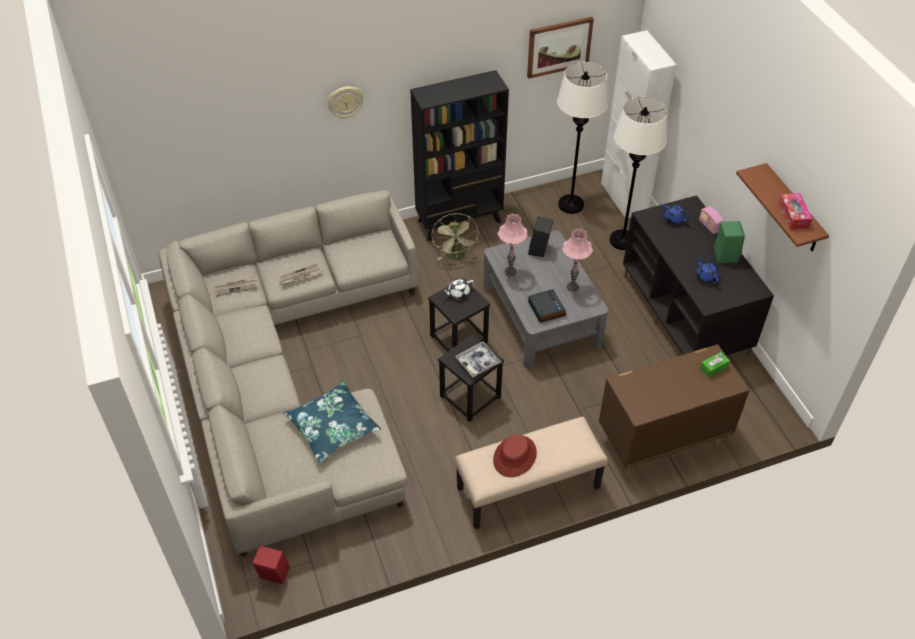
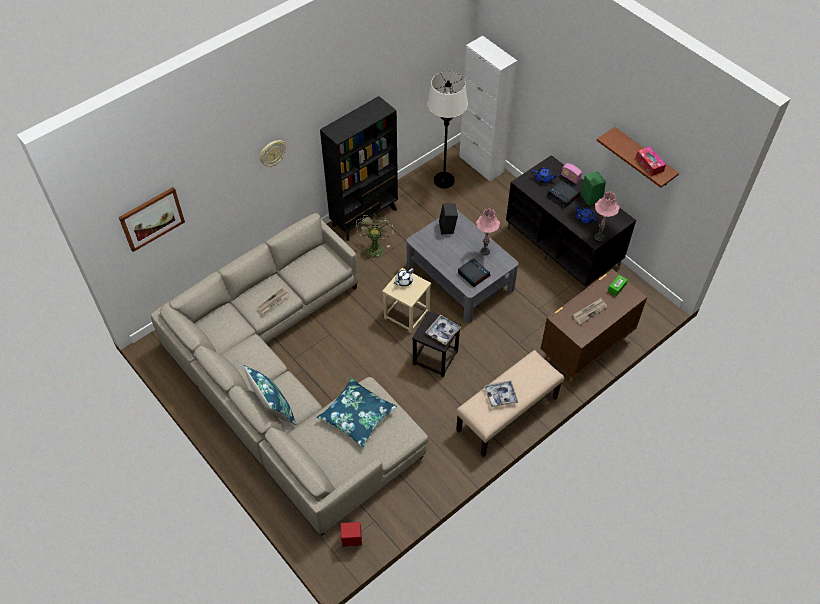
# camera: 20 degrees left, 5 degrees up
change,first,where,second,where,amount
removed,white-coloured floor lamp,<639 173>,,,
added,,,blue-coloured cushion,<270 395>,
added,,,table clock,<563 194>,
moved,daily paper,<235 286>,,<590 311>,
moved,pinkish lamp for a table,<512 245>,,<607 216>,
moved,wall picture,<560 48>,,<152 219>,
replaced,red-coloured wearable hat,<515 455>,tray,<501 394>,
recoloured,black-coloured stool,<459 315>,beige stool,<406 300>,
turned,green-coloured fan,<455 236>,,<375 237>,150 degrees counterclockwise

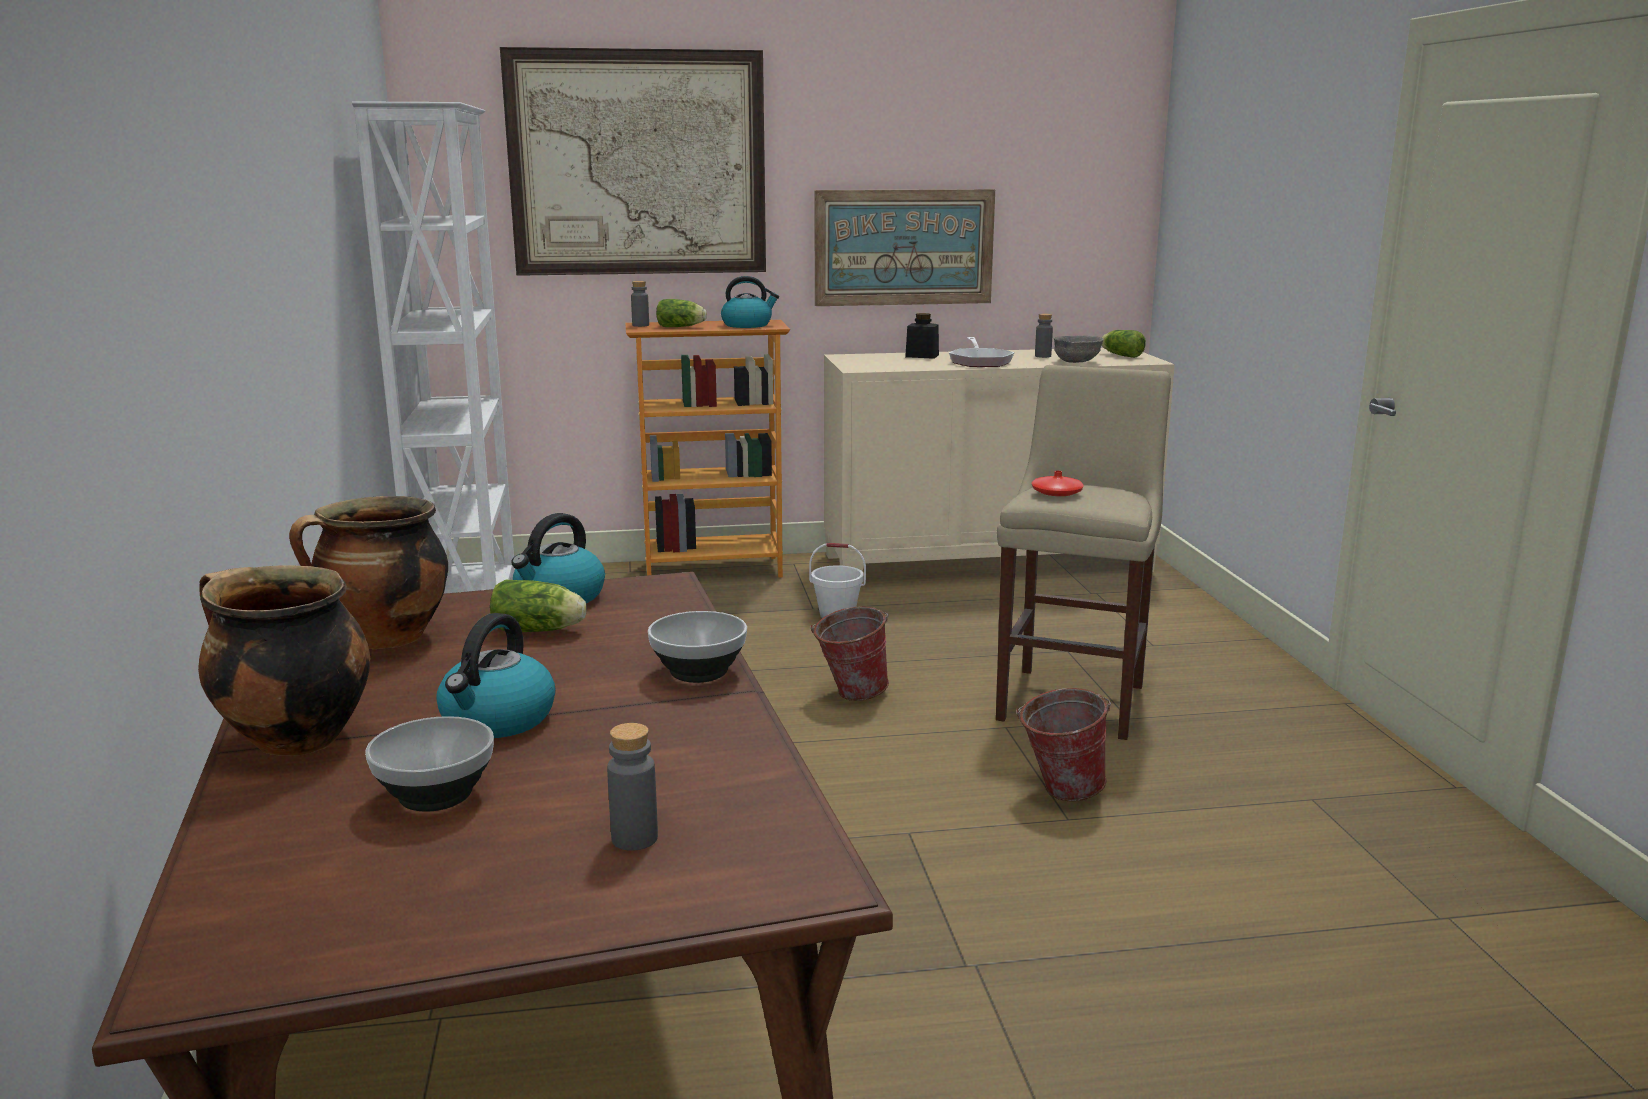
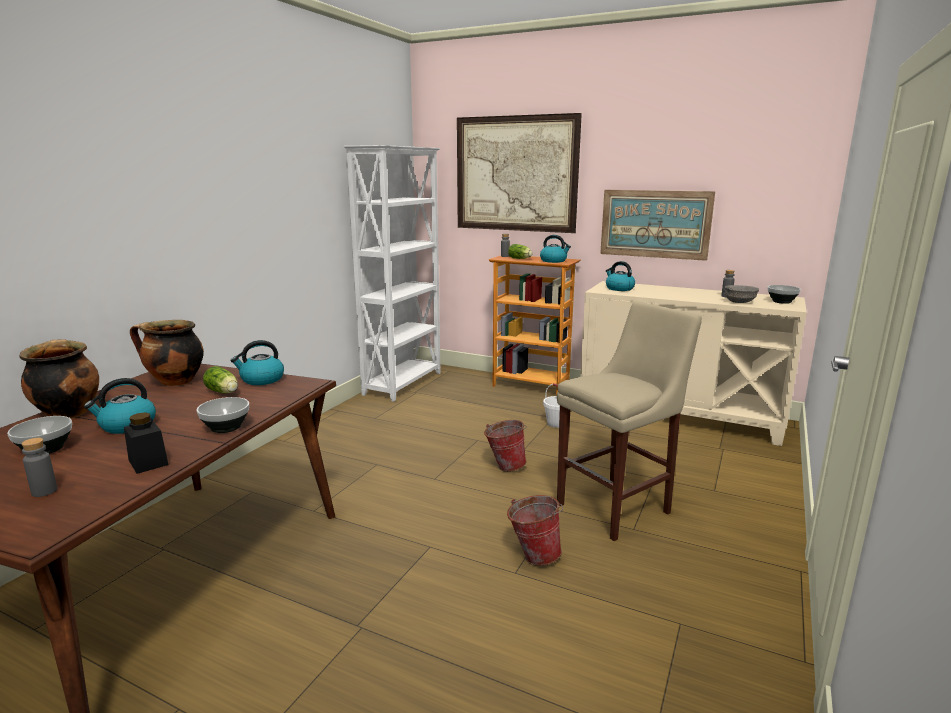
# camera: 35 degrees right, 0 degrees up
change,first,where,second,where,amount
removed,skillet,<981 352>,,,
removed,red-coloured vase,<1058 483>,,,
added,,,tea kettle,<620 276>,
moved,black-coloured preserve jar,<922 336>,,<146 443>,
replaced,lettuce head,<1123 344>,bowl,<784 294>,

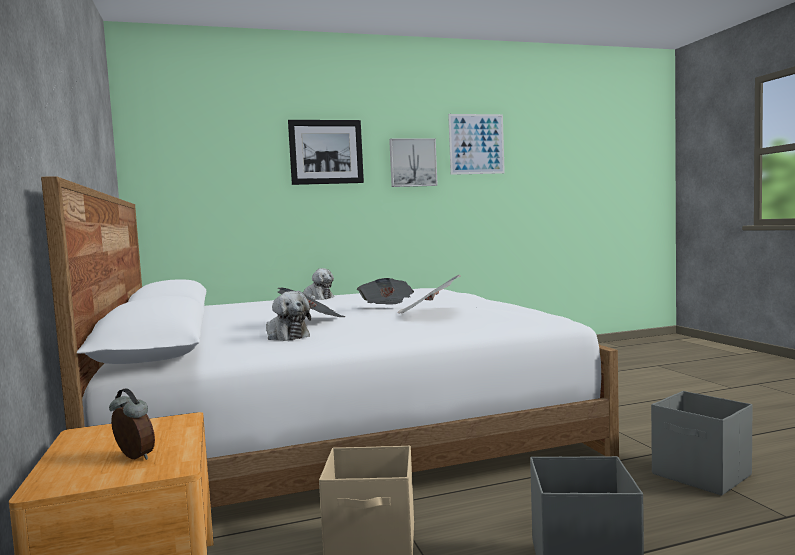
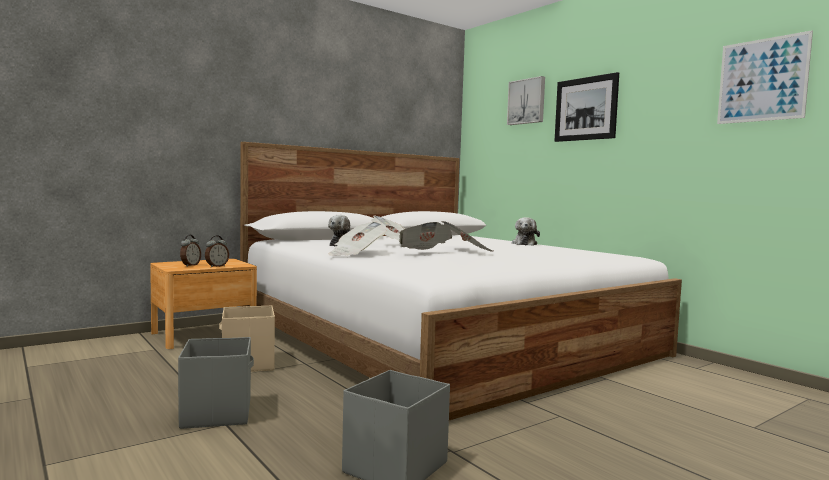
# camera: 70 degrees right, 0 degrees up
change,first,where,second,where,amount
added,,,table clock,<217 251>,
added,,,daily paper,<357 239>,
moved,wall picture,<413 162>,,<526 100>,

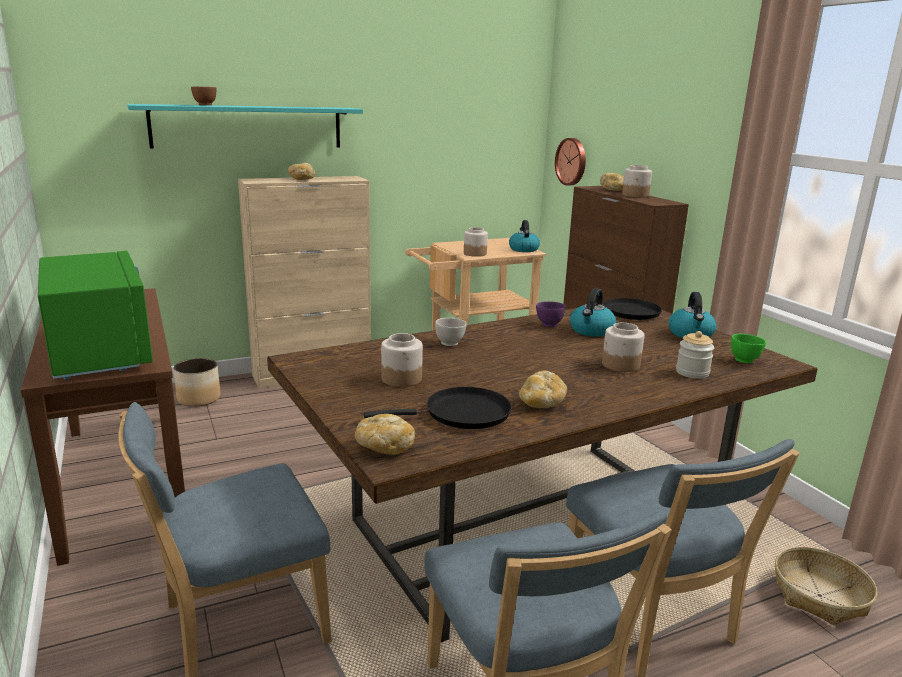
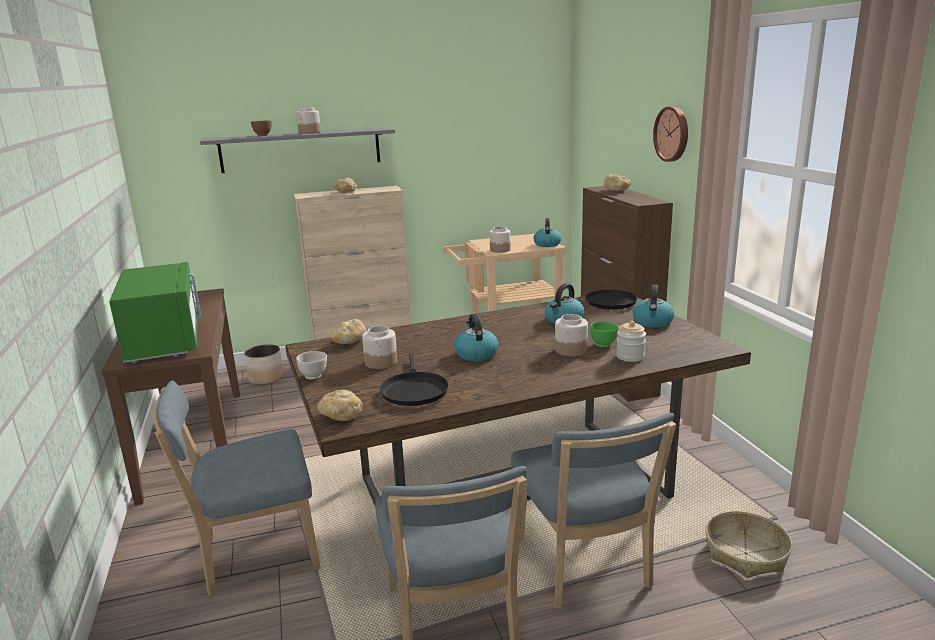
# camera: 10 degrees right, 0 degrees up
change,first,where,second,where,amount
removed,purple bowl,<550 314>,,,
added,,,tea kettle,<476 337>,
moved,white-coloured bowl,<451 332>,,<311 365>,
moved,baked bread,<543 389>,,<348 331>,
moved,wall clock,<570 162>,,<670 134>,
moved,preserve jar,<637 181>,,<308 120>,
moved,green-coloured bowl,<748 348>,,<604 334>,
recoloured,turquoise-coloured wall shelf,<245 126>,grey wall shelf,<297 150>,
turned,black-coloured skillet,<438 408>,,<414 380>,90 degrees clockwise

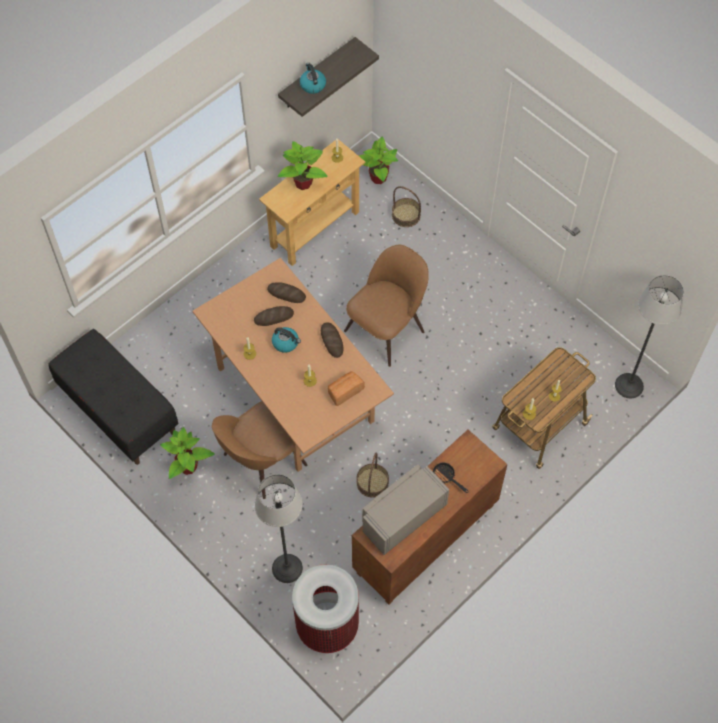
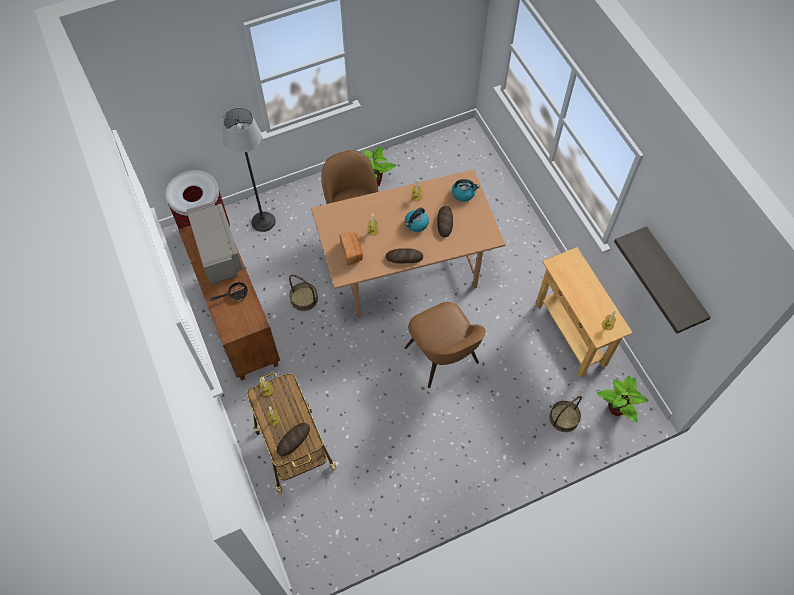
# camera: 110 degrees right, 0 degrees up
change,first,where,second,where,amount
removed,black-coloured indoor bench,<113 397>,,,
removed,potted plant,<303 165>,,,
removed,floor lamp,<649 336>,,,
moved,baked bread,<286 292>,,<293 440>,
moved,tea kettle,<313 78>,,<466 190>,

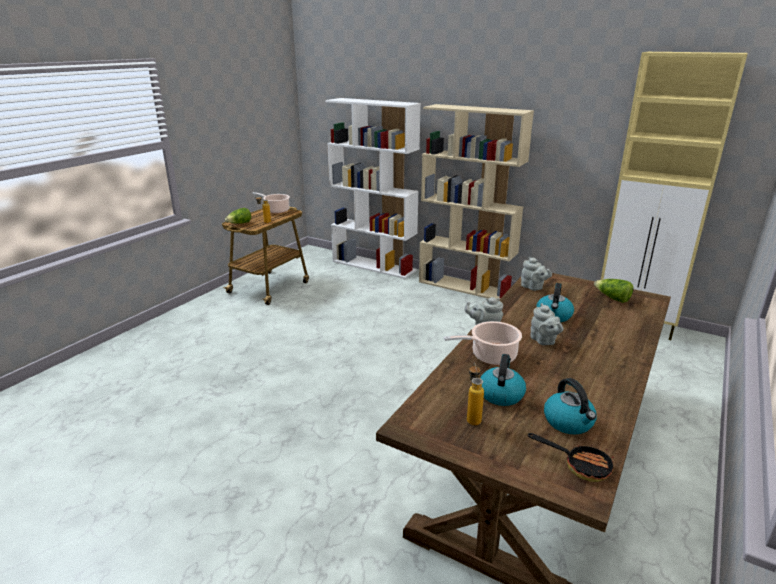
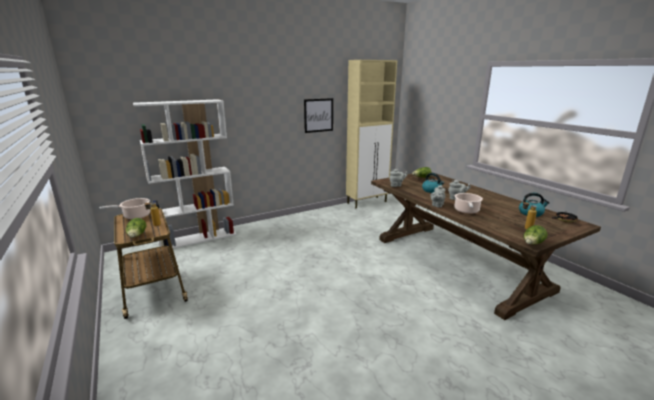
# camera: 60 degrees left, 5 degrees down
change,first,where,second,where,amount
removed,beige bookshelf,<476 202>,,,
removed,tea kettle,<503 380>,,,
added,,,wall picture,<318 115>,
added,,,lettuce head,<535 235>,

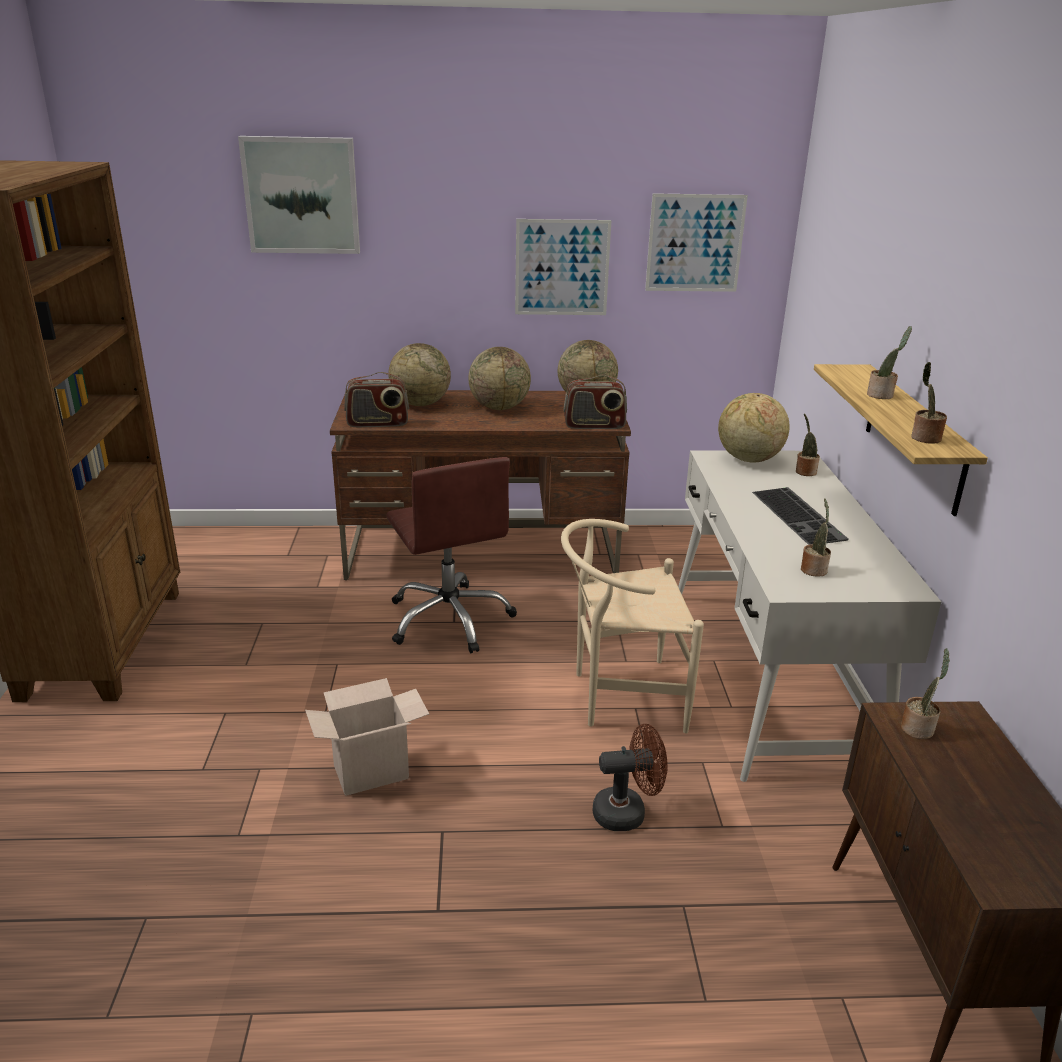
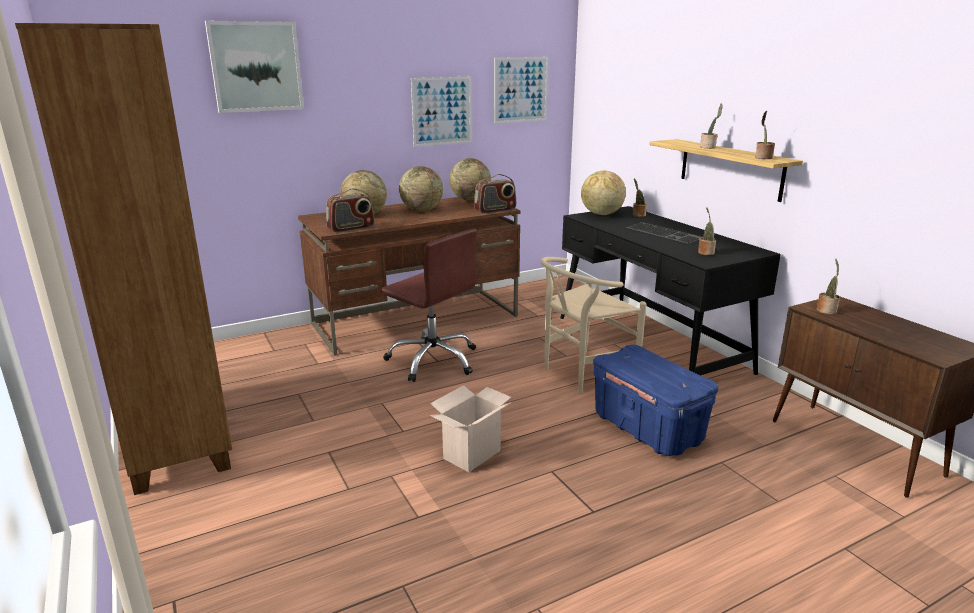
# camera: 25 degrees left, 5 degrees down
change,first,where,second,where,amount
replaced,brown fan,<630 777>,blue-coloured storage container,<656 400>,
recoloured,white-coloured desk unit,<809 616>,black-coloured desk unit,<670 291>,

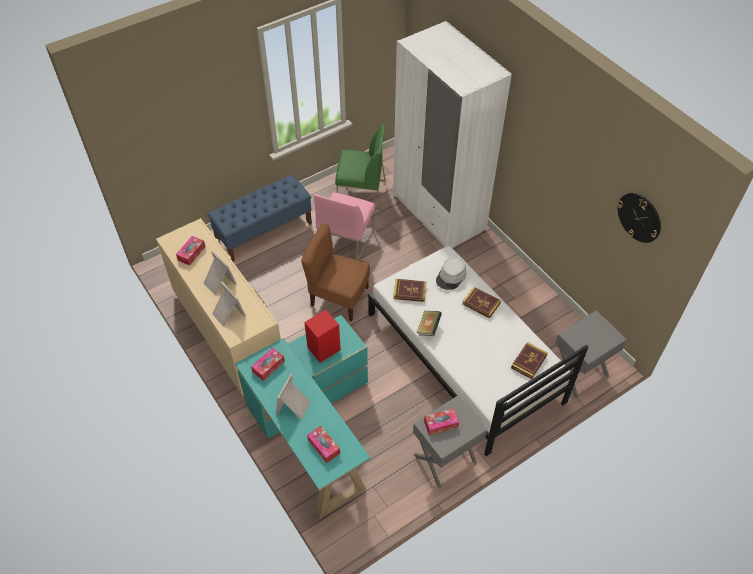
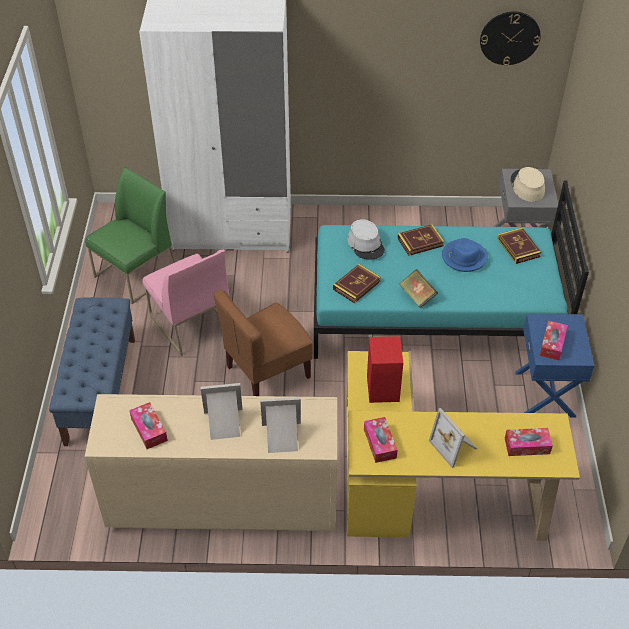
# camera: 55 degrees left, 5 degrees down
change,first,where,second,where,amount
added,,,blue-coloured wearable hat,<465 255>,
added,,,beige wearable hat,<527 184>,
recoloured,turquoise-coloured desk unit,<303 416>,yellowish desk unit,<463 446>,
recoloured,white-coloured sleeping bed,<478 351>,turquoise-coloured sleeping bed,<451 269>,
recoloured,grey night table,<450 442>,blue-coloured night table,<554 366>,

